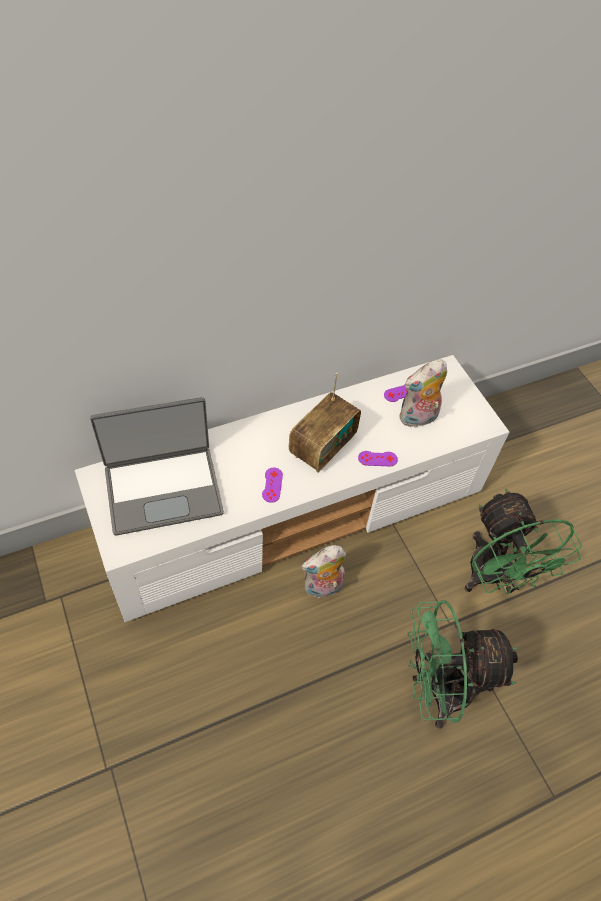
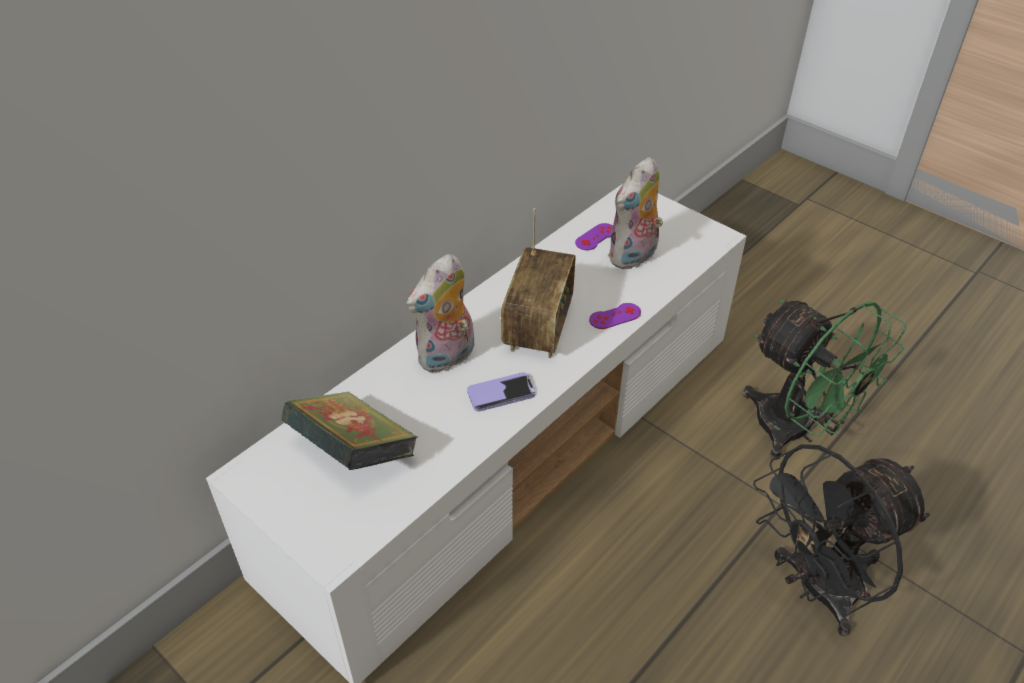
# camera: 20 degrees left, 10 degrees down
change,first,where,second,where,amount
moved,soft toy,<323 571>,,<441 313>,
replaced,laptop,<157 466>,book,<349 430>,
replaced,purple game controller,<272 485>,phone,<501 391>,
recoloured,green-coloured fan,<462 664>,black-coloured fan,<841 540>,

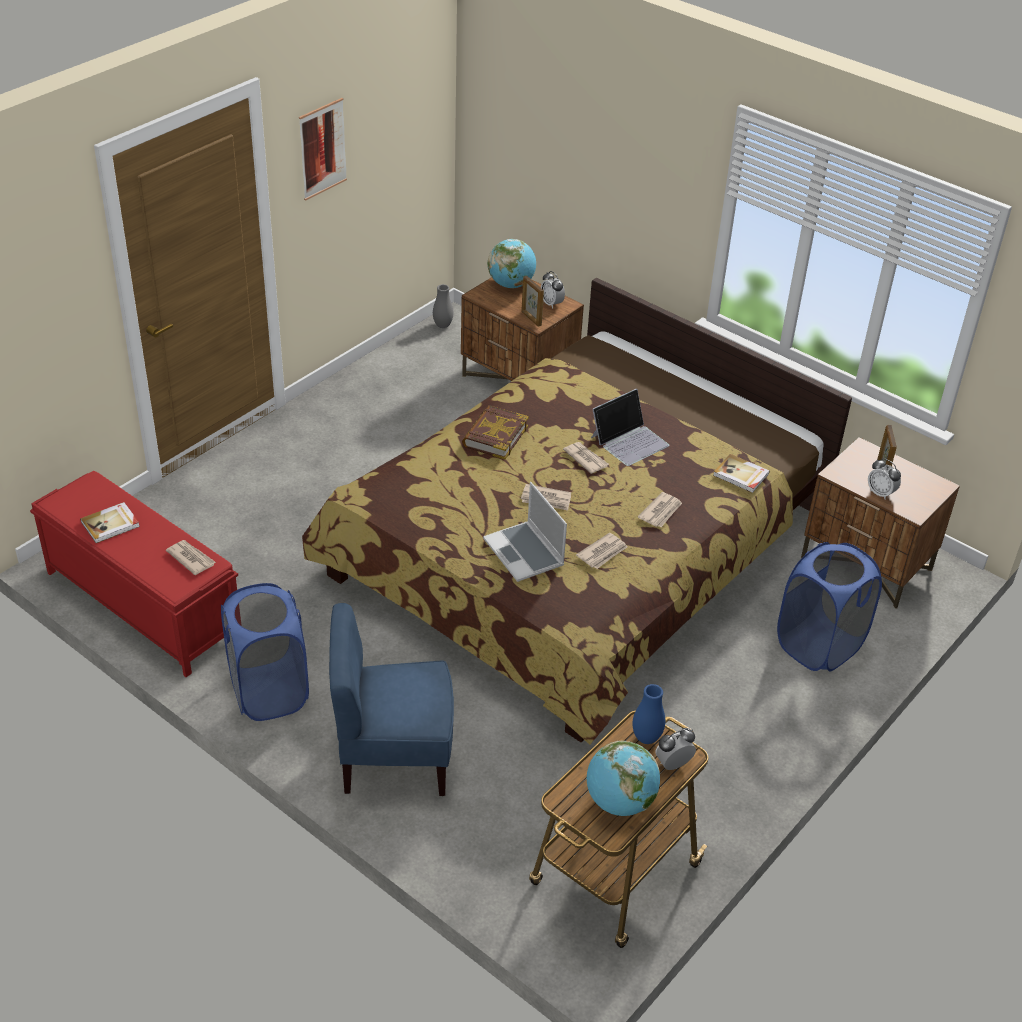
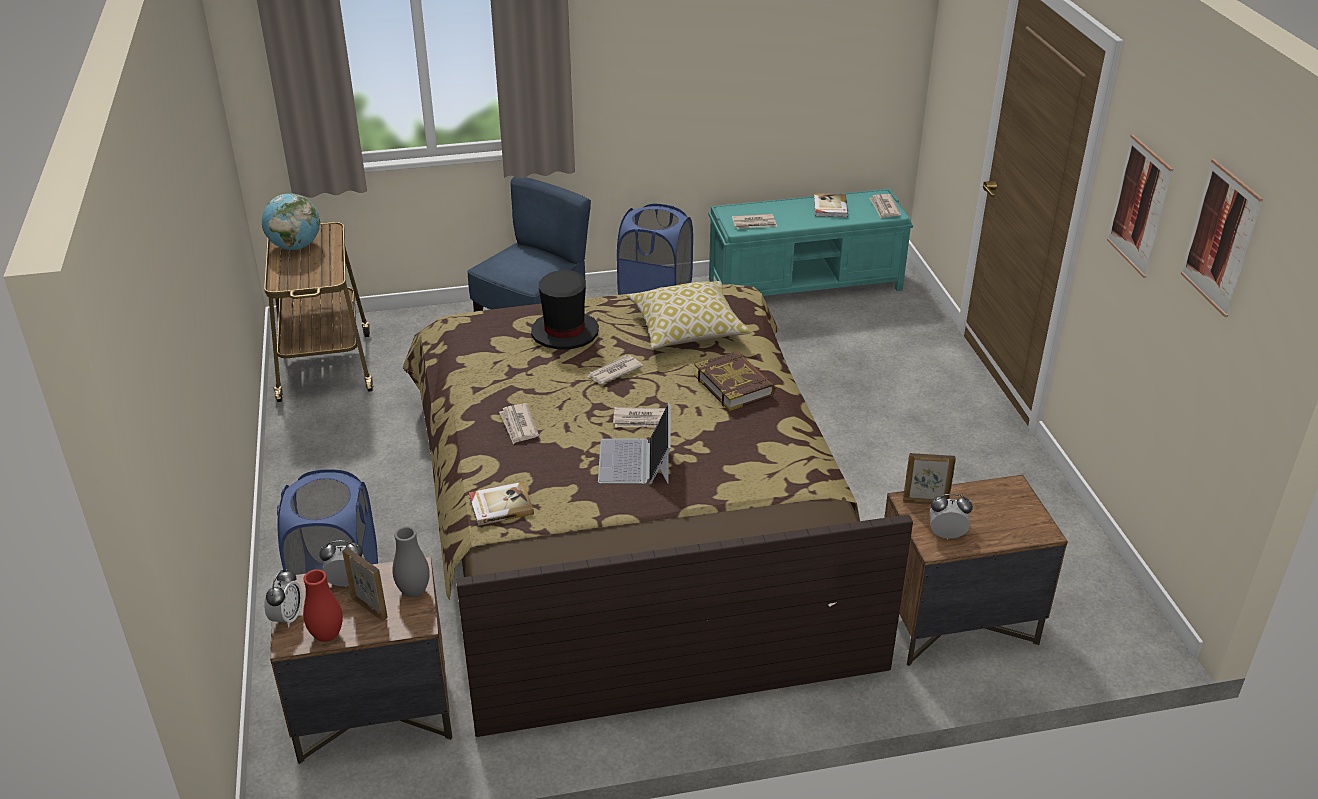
# camera: 130 degrees right, 5 degrees down
change,first,where,second,where,amount
removed,globe,<512 263>,,,
removed,blue-coloured vase,<648 714>,,,
added,,,red-coloured vase,<323 605>,
added,,,cushion,<689 315>,
added,,,wall picture,<1222 238>,
moved,grey vase,<443 306>,,<411 561>,
moved,daily paper,<601 551>,,<885 206>,
moved,table clock,<676 749>,,<283 598>,
replaced,laptop,<525 532>,black-coloured wearable hat,<565 309>,
recoloured,red-coloured indoor bench,<134 574>,turquoise-coloured indoor bench,<811 242>,

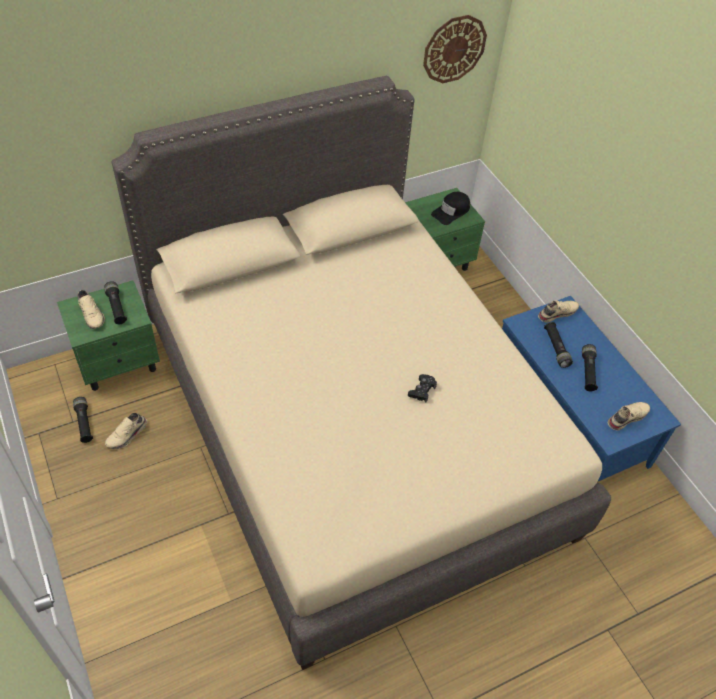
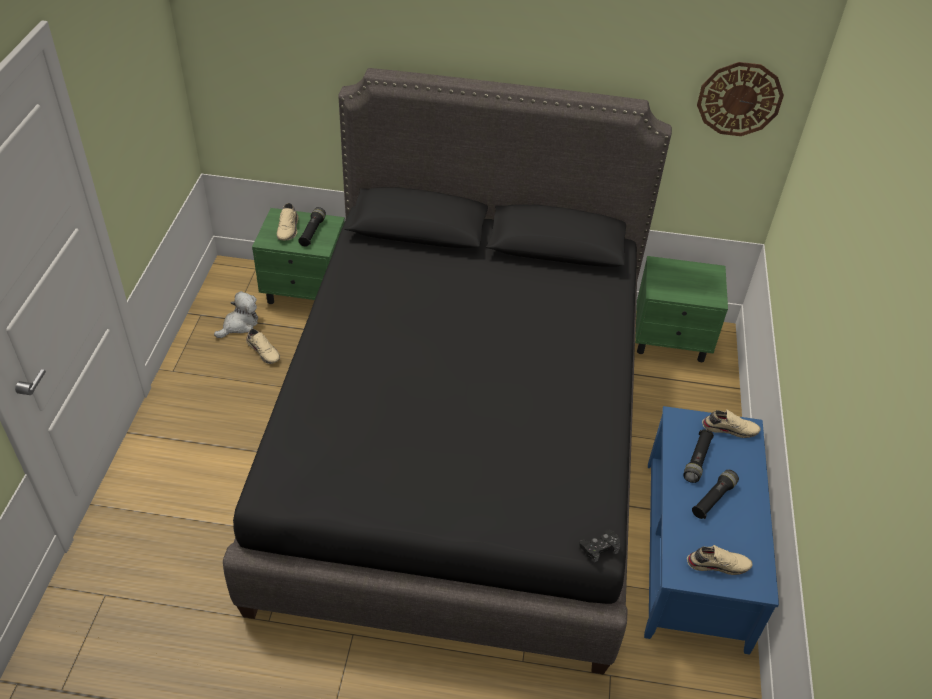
# camera: 35 degrees right, 5 degrees down
change,first,where,second,where,amount
removed,black-coloured baseball cap,<450 208>,,,
moved,black-coloured game controller,<422 388>,,<599 546>,
replaced,black-coloured torch,<83 420>,soft toy,<236 314>,
recoloured,beige sleeping bed,<361 373>,black-coloured sleeping bed,<447 371>,
turned,beige low shoe,<126 431>,,<263 346>,120 degrees counterclockwise

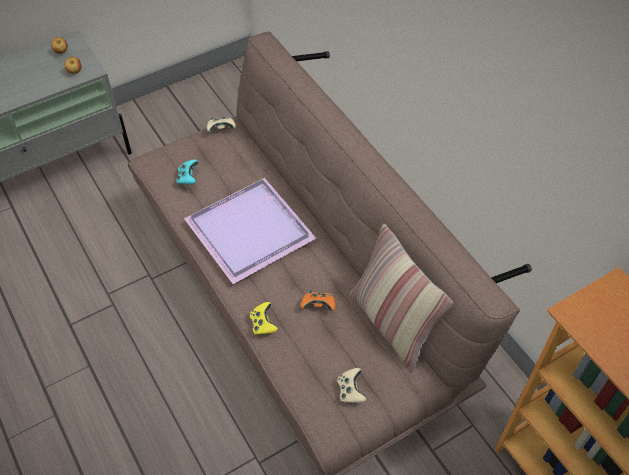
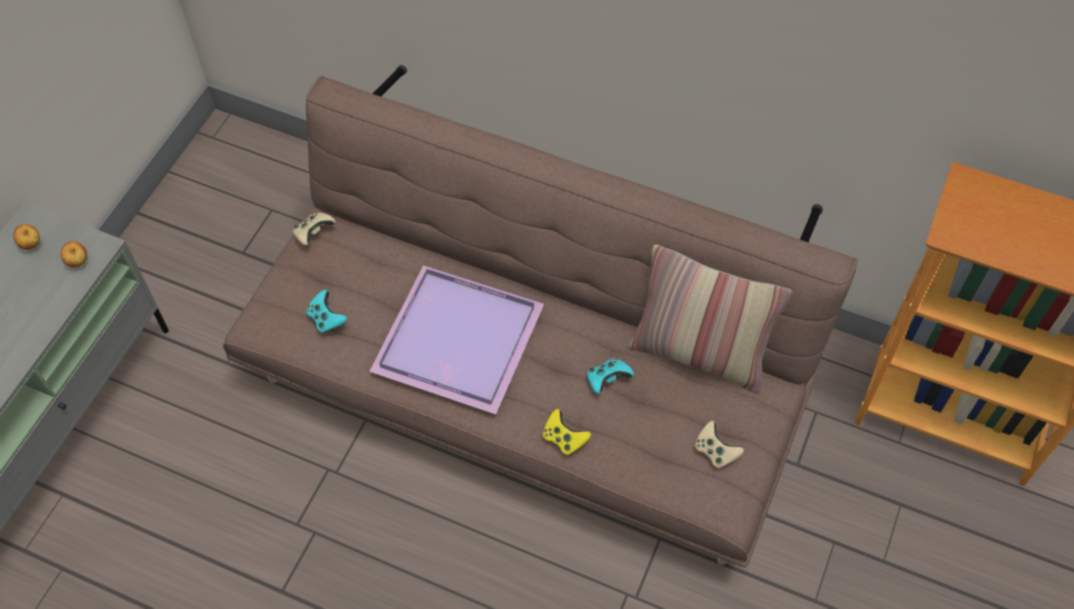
# camera: 35 degrees left, 5 degrees up
change,first,where,second,where,amount
recoloured,orange game controller,<318 300>,turquoise-coloured game controller,<610 376>,

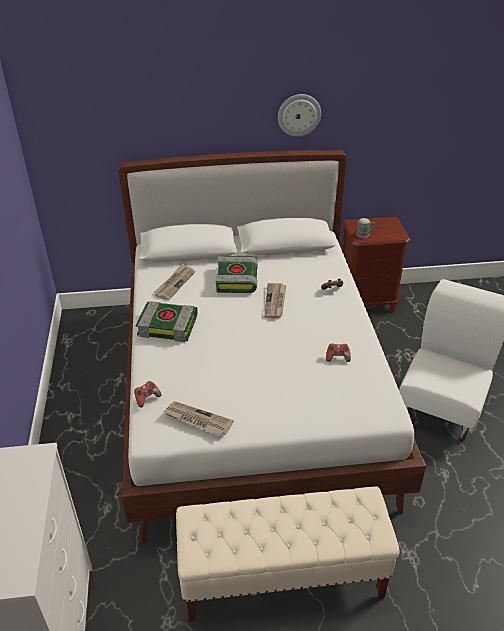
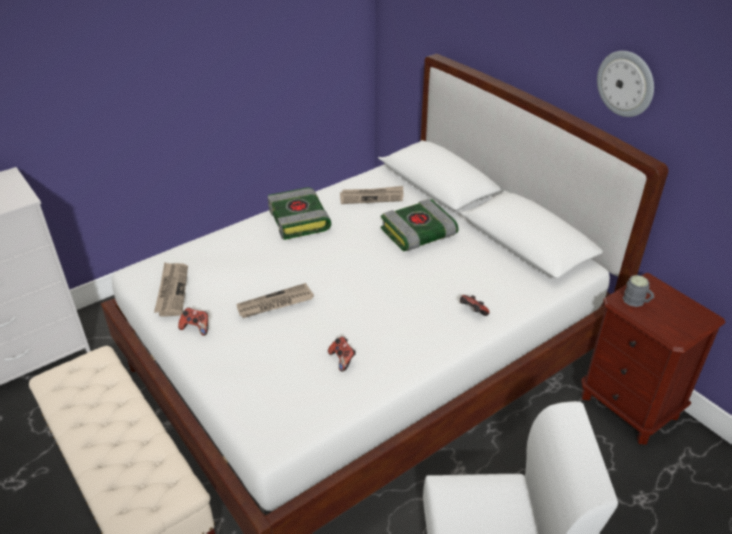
# camera: 60 degrees right, 0 degrees up
change,first,where,second,where,amount
moved,game controller,<147 394>,,<193 321>,
moved,daily paper,<275 300>,,<275 300>,

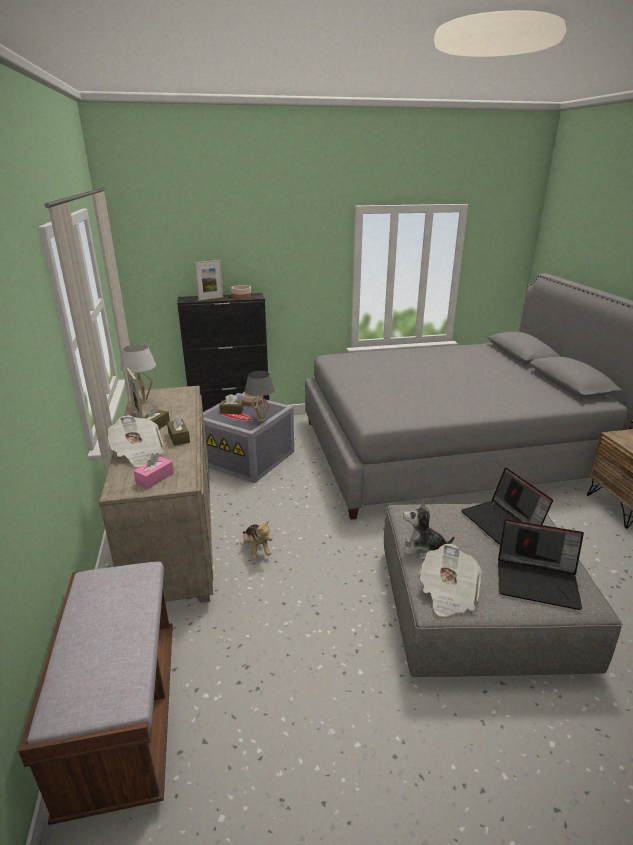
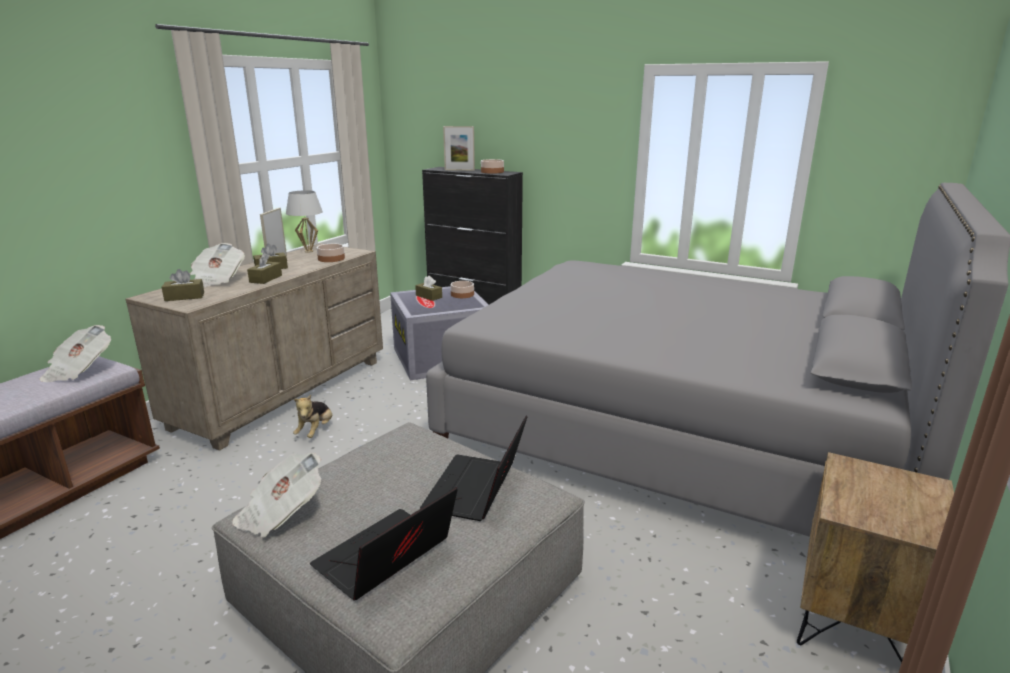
# camera: 40 degrees right, 5 degrees down
change,first,where,second,where,amount
removed,grey lamp for a table,<260 396>,,,
removed,soft toy,<428 530>,,,
added,,,daily paper,<75 353>,
added,,,bowl,<331 253>,
recoloured,pinkish tissue box,<154 471>,brown tissue box,<183 285>,
turned,laptop,<541 564>,,<384 544>,75 degrees clockwise

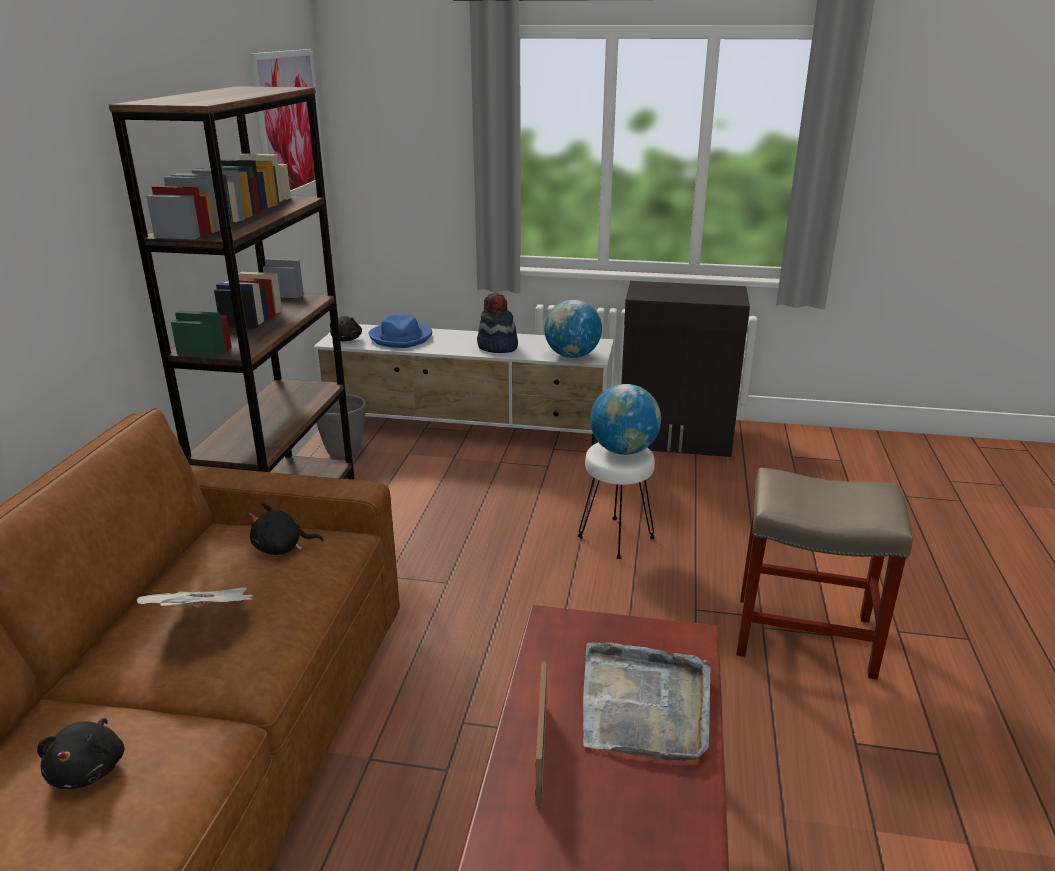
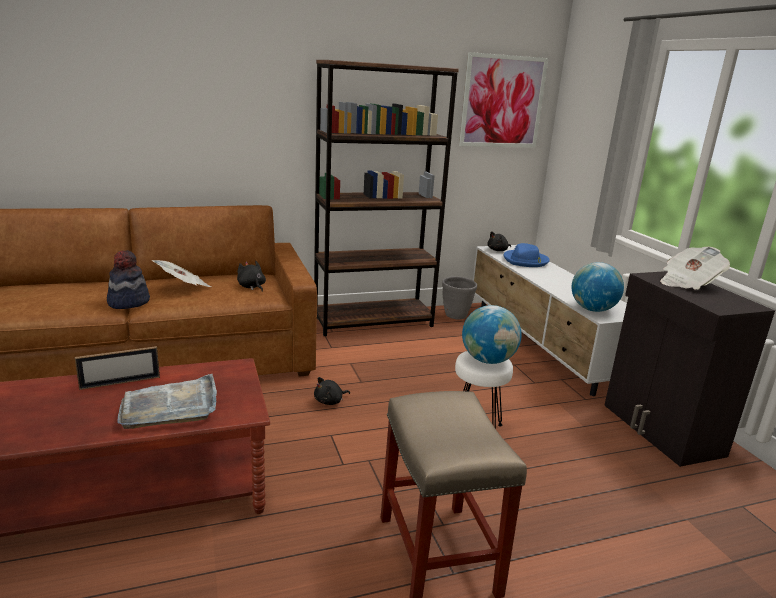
# camera: 60 degrees right, 5 degrees down
change,first,where,second,where,amount
added,,,daily paper,<695 268>,
moved,black-coloured soft toy,<80 753>,,<332 391>,
moved,wearable hat,<497 323>,,<128 279>,

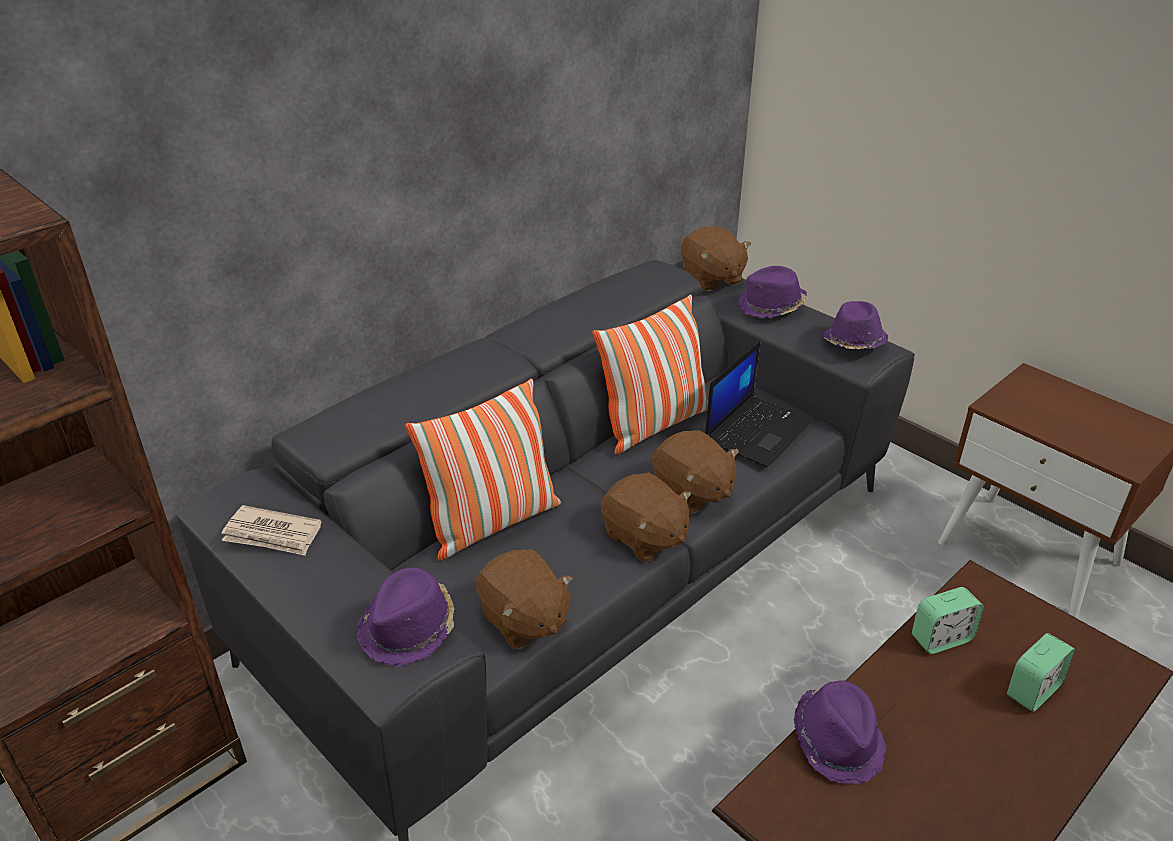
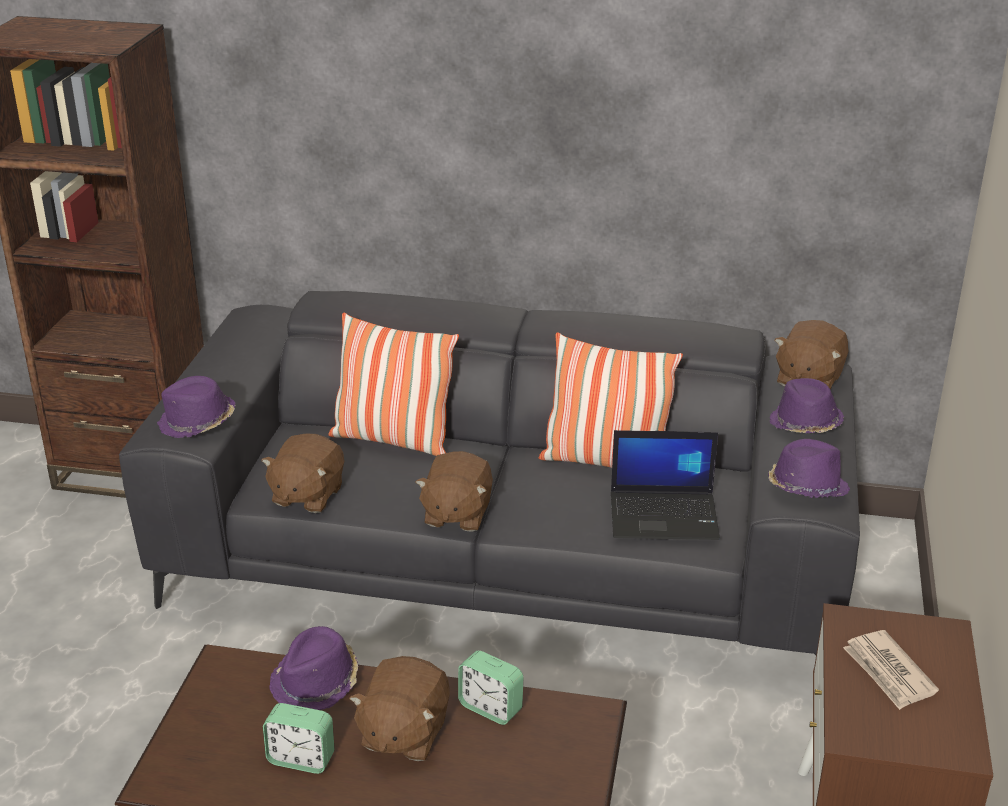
# camera: 55 degrees right, 5 degrees down
change,first,where,second,where,amount
moved,daily paper,<271 530>,,<891 670>,
moved,brown soft toy,<695 472>,,<399 708>,
moved,table clock,<1041 672>,,<299 738>,

